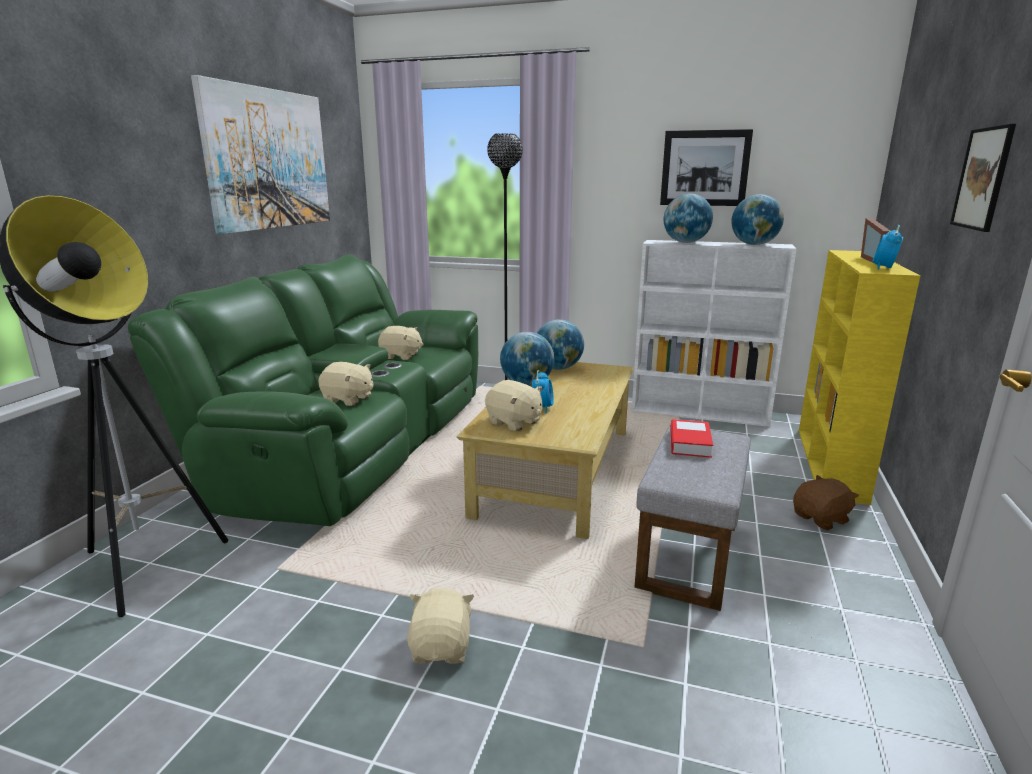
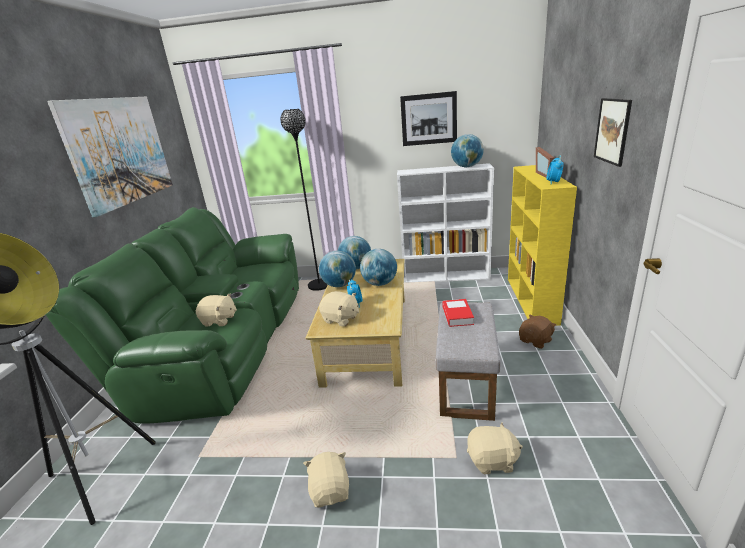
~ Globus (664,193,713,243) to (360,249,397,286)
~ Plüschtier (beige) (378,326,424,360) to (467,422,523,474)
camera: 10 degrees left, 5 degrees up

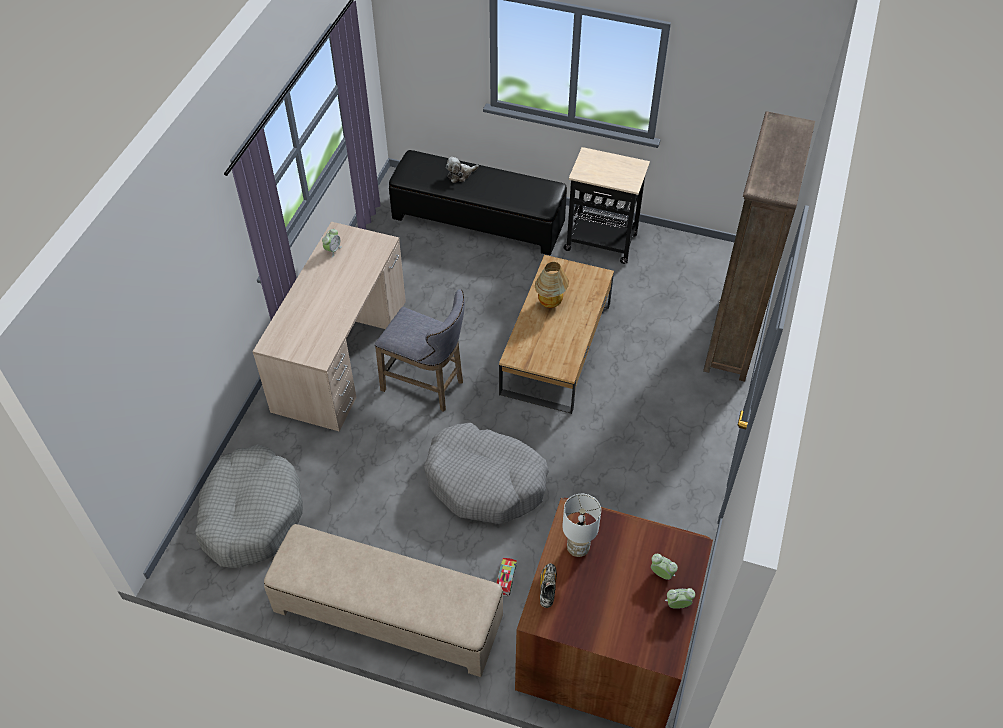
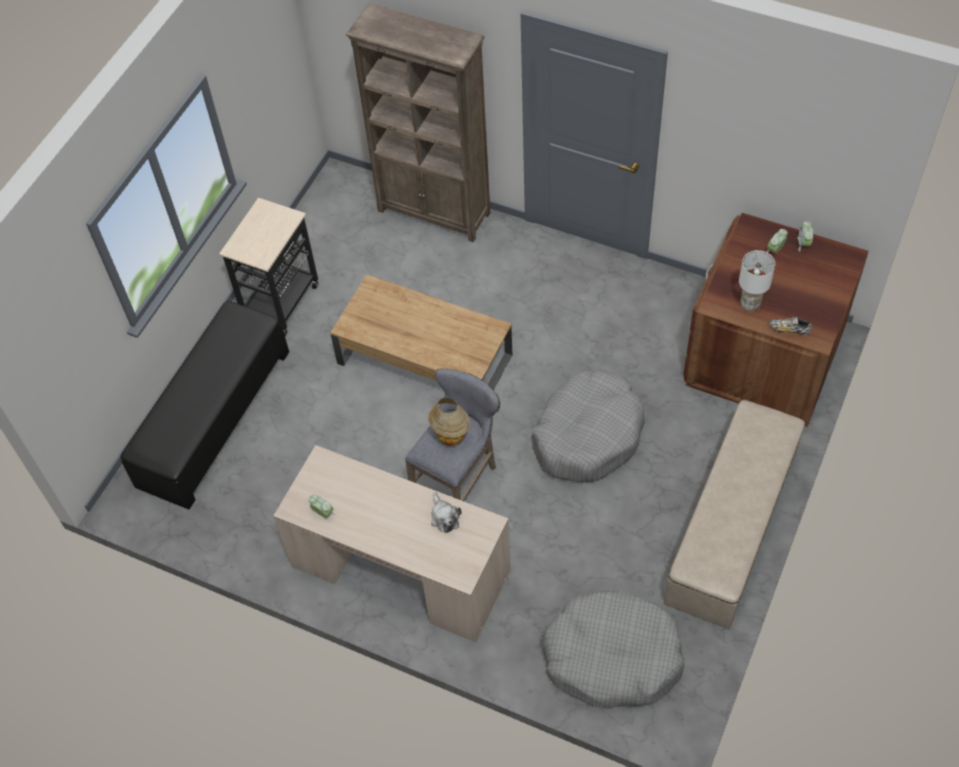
~ Tischlampe (535,262,569,308) to (428,398,470,446)
~ Plüschtier (446,157,479,183) to (431,492,462,533)
- Spielzeuglaster (496,558,517,597)
camera: 80 degrees left, 5 degrees up

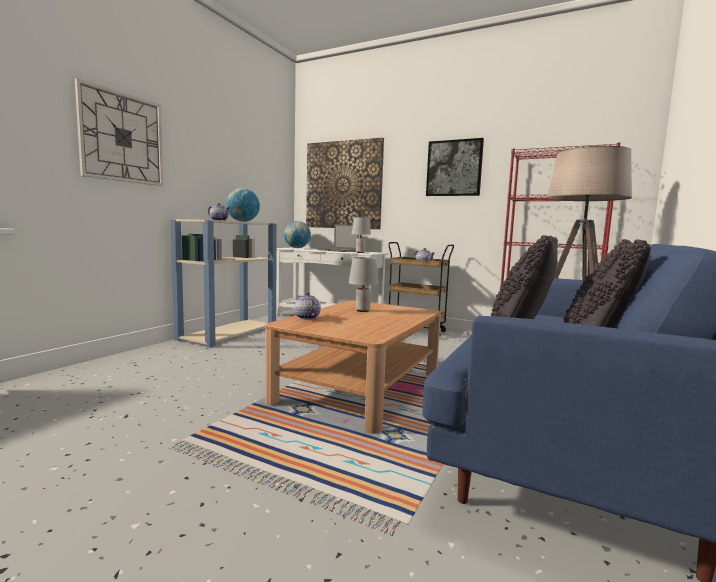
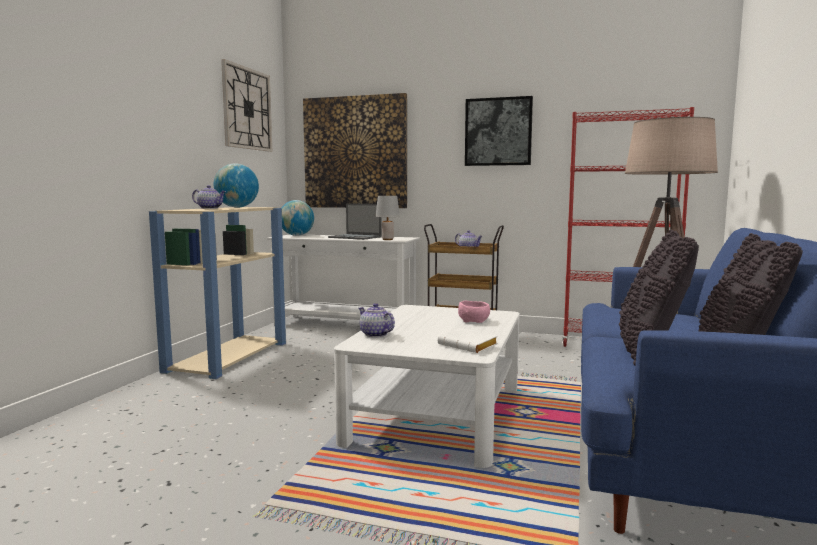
~ Wanduhr (75,78,163,186) to (221,59,272,152)
~ Couchtisch (braun) (265,300,441,434) to Couchtisch (weiß) (334,305,520,468)
+ Buch (weiß) (438,328,498,353)
+ Schüssel (rosa) (458,301,490,323)
- Tischlampe (grau) (349,257,378,312)
camera: 10 degrees left, 0 degrees up

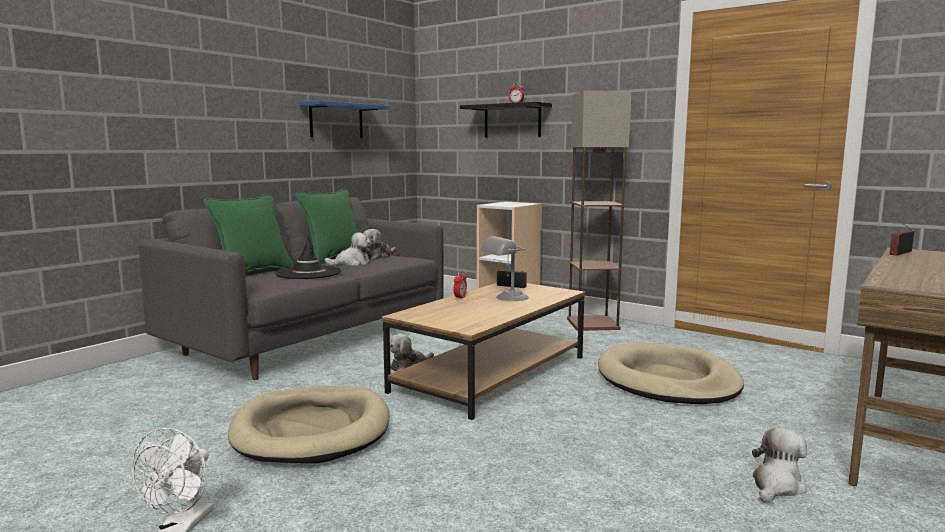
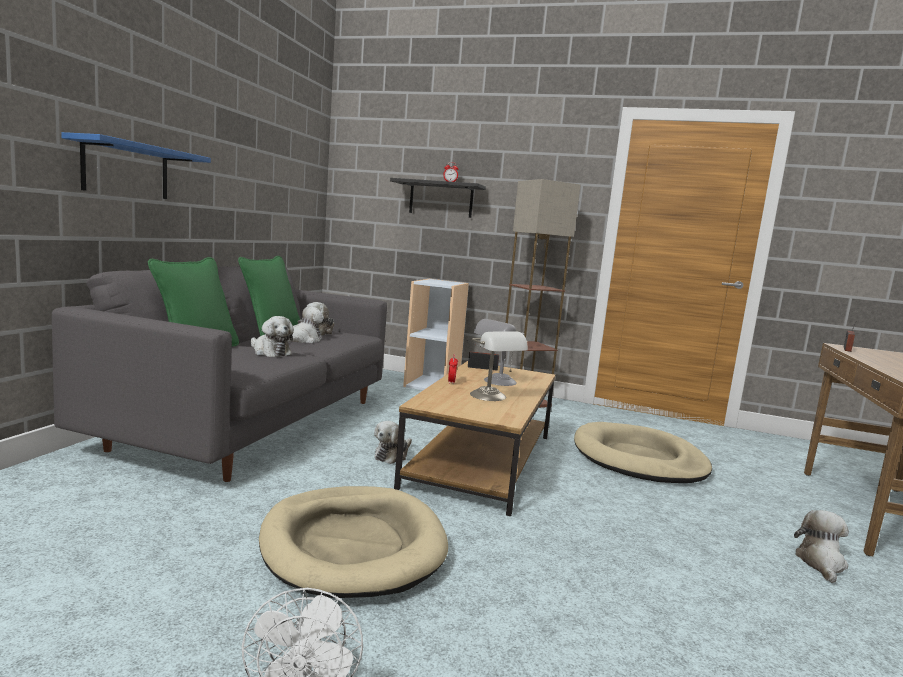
~ Wandregal (blau) (299,101,389,138) to (61,132,211,199)
~ Hut (schwarz) (275,234,341,279) to Plüschtier (251,316,294,357)
+ Tischlampe (weiß) (470,331,528,401)
camera: 20 degrees left, 0 degrees up

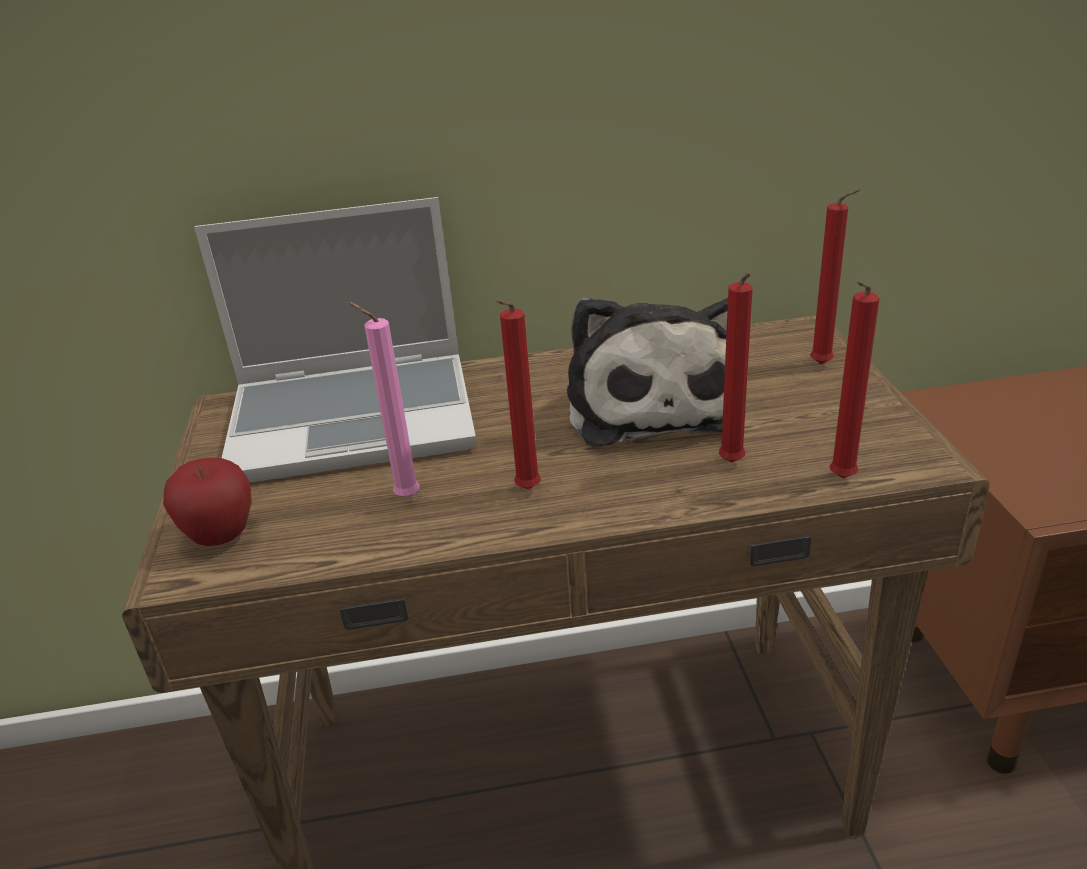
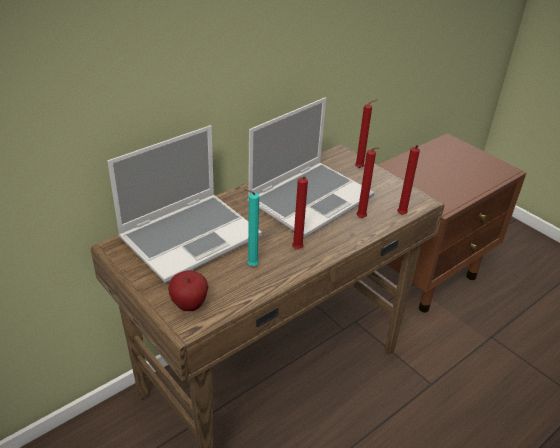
~ Kerze (rosa) (347,301,419,498) to Kerze (türkis) (244,189,259,266)
~ Plüschtier (567,297,746,447) to Laptop (247,97,375,238)
camera: 35 degrees left, 5 degrees up

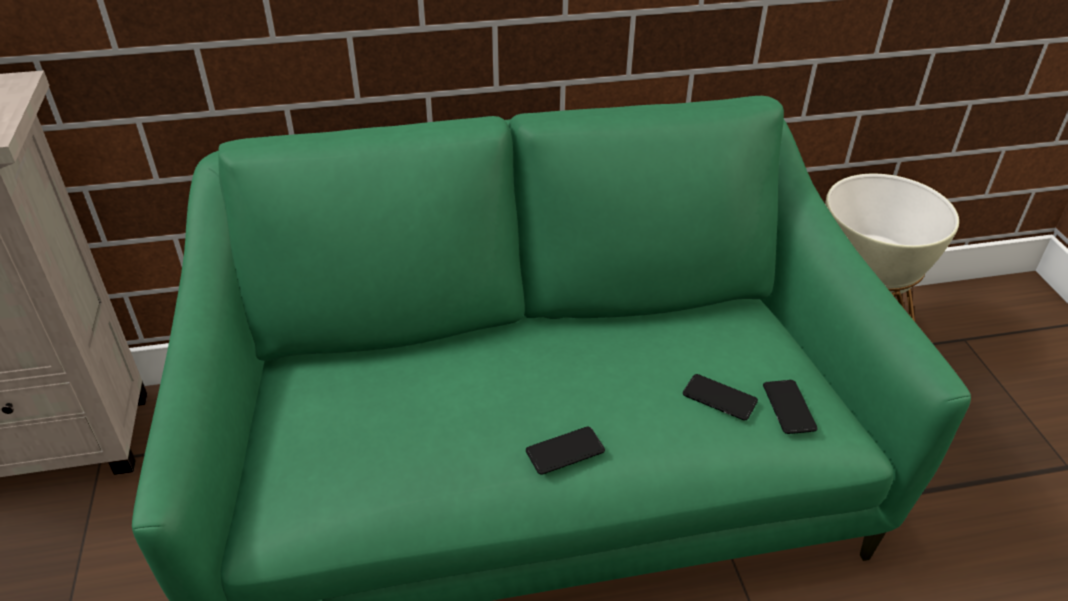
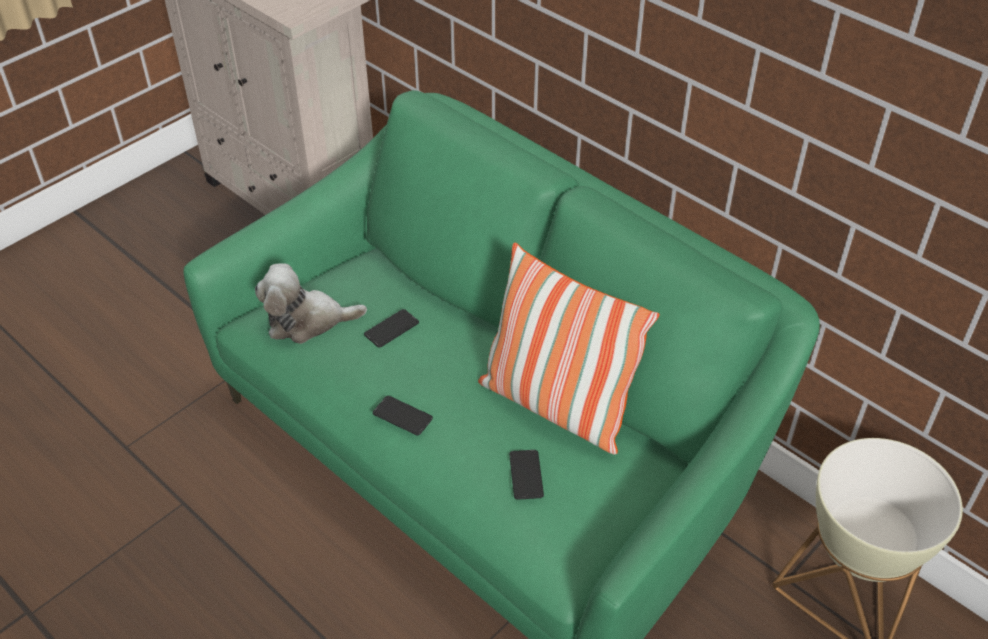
+ Plüschtier (255,263,367,344)
~ Handy (763,380,818,434) to (364,309,419,347)
+ Kissen (478,243,659,455)
camera: 55 degrees right, 5 degrees up

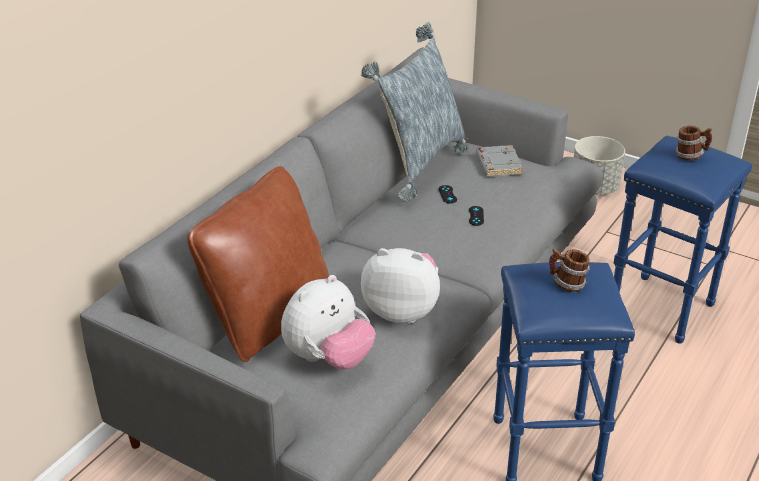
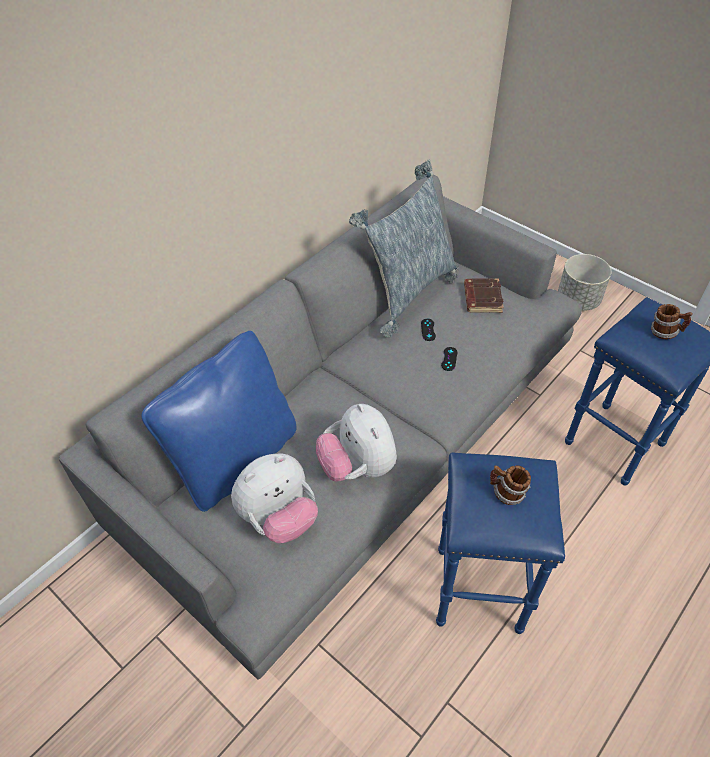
~ Kissen (braun) (187,166,329,362) to Kissen (blau) (141,331,296,512)
~ Plüschtier (361,248,440,323) = (316,404,397,482) 135 degrees counterclockwise
~ Buch (grau) (476,145,523,177) to Buch (braun) (464,278,504,313)
camera: 10 degrees right, 15 degrees up

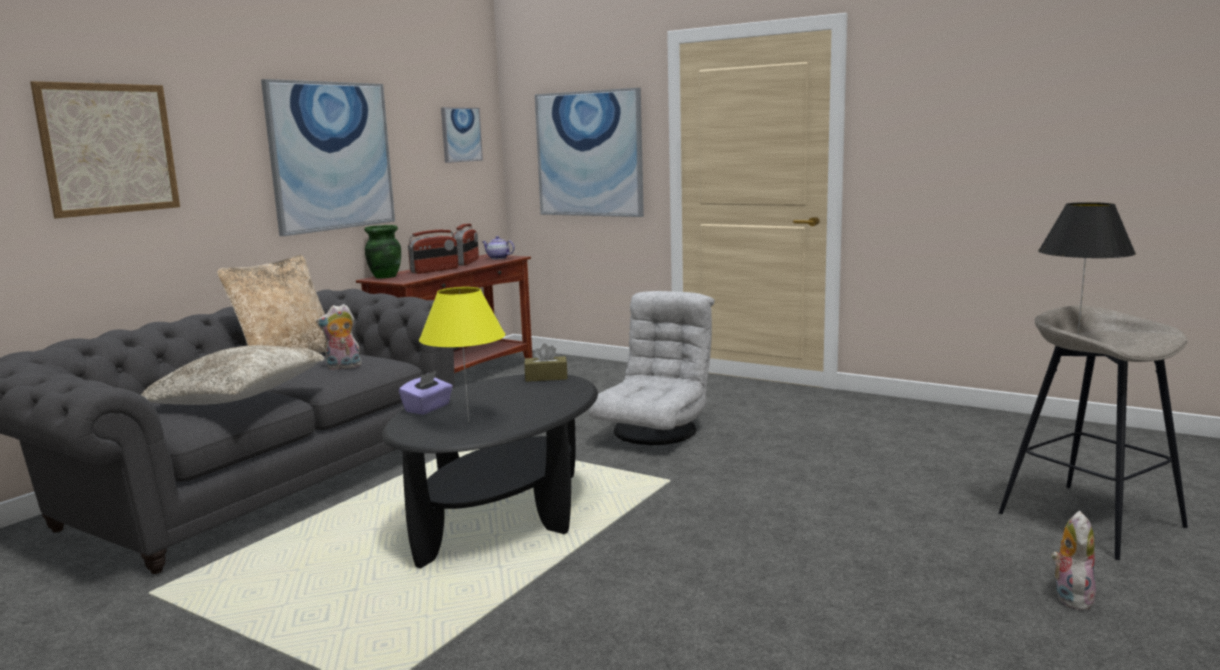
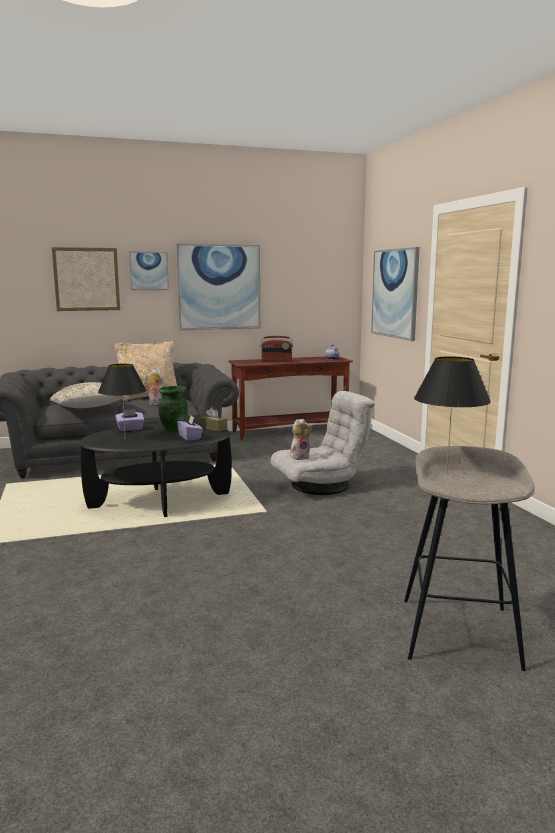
~ Tischlampe (gelb) (419,287,505,422) to Tischlampe (schwarz) (98,364,146,439)
~ Bild (441,107,483,163) to (129,251,169,290)
~ Vase (grün) (364,225,401,279) to (158,386,188,431)
+ Taschentuchbox (lila) (177,416,203,441)
~ Plüschtier (1051,511,1096,610) to (291,419,312,460)
- Radio (452,224,479,266)
camera: 40 degrees right, 0 degrees up

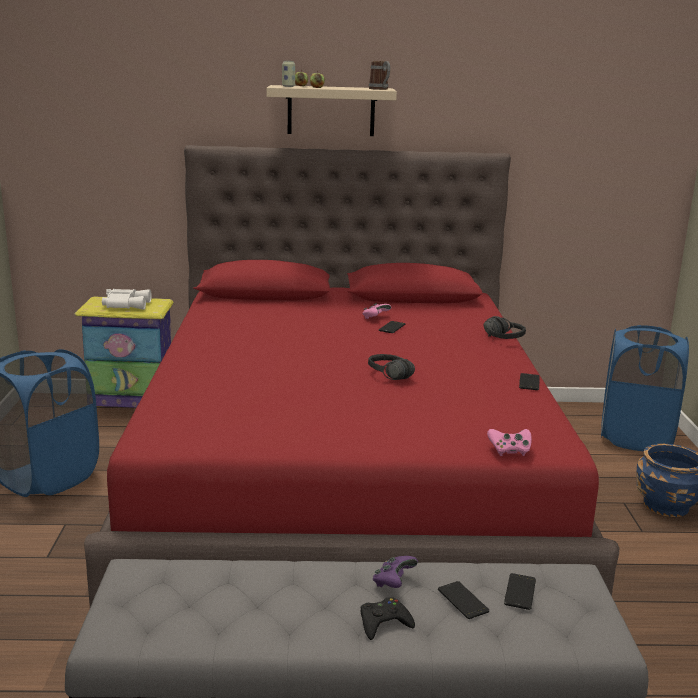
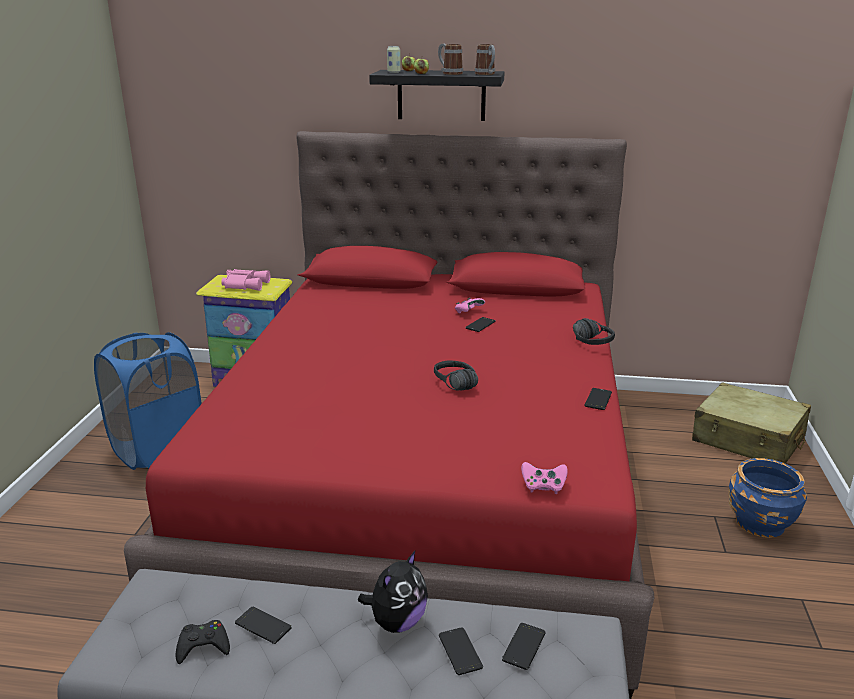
~ Gamepad (schwarz) (361,597,415,640) to (175,620,230,664)
~ Fernglas (weiß) (102,289,152,309) to Fernglas (rosa) (221,269,271,291)
+ Handy (235,607,292,644)
~ Gamepad (lila) (373,556,418,588) to Plüschtier (358,551,428,633)
~ Wandregal (beige) (266,85,397,136) to Wandregal (schwarz) (369,70,504,121)
+ Henkelbecher (438,44,463,75)
~ Wäschekorb (blau) (601,325,689,451) to Koffer (beige) (692,382,811,464)
camera: 10 degrees right, 5 degrees up

